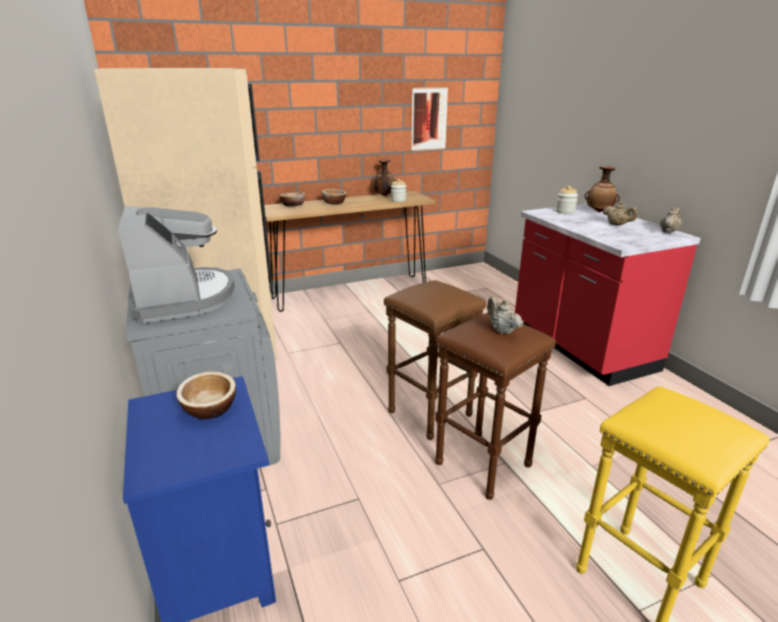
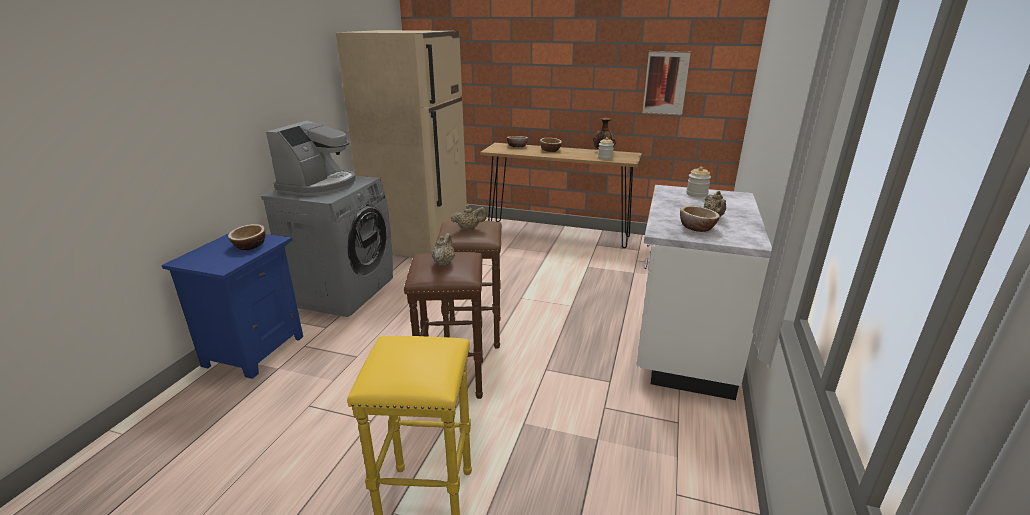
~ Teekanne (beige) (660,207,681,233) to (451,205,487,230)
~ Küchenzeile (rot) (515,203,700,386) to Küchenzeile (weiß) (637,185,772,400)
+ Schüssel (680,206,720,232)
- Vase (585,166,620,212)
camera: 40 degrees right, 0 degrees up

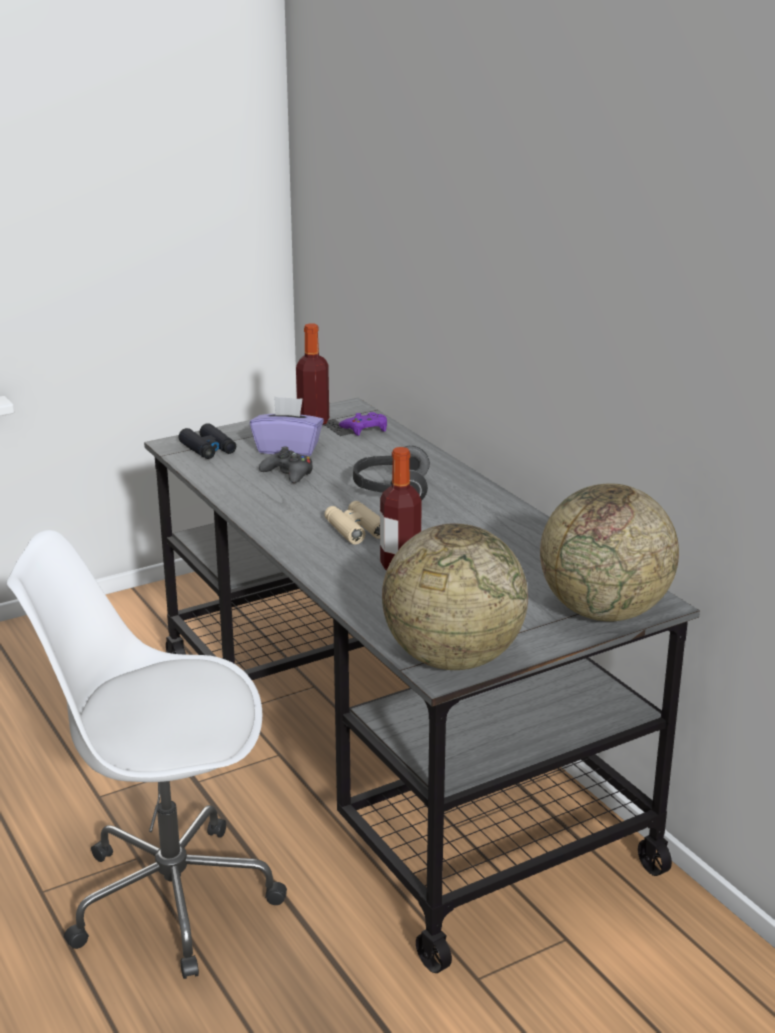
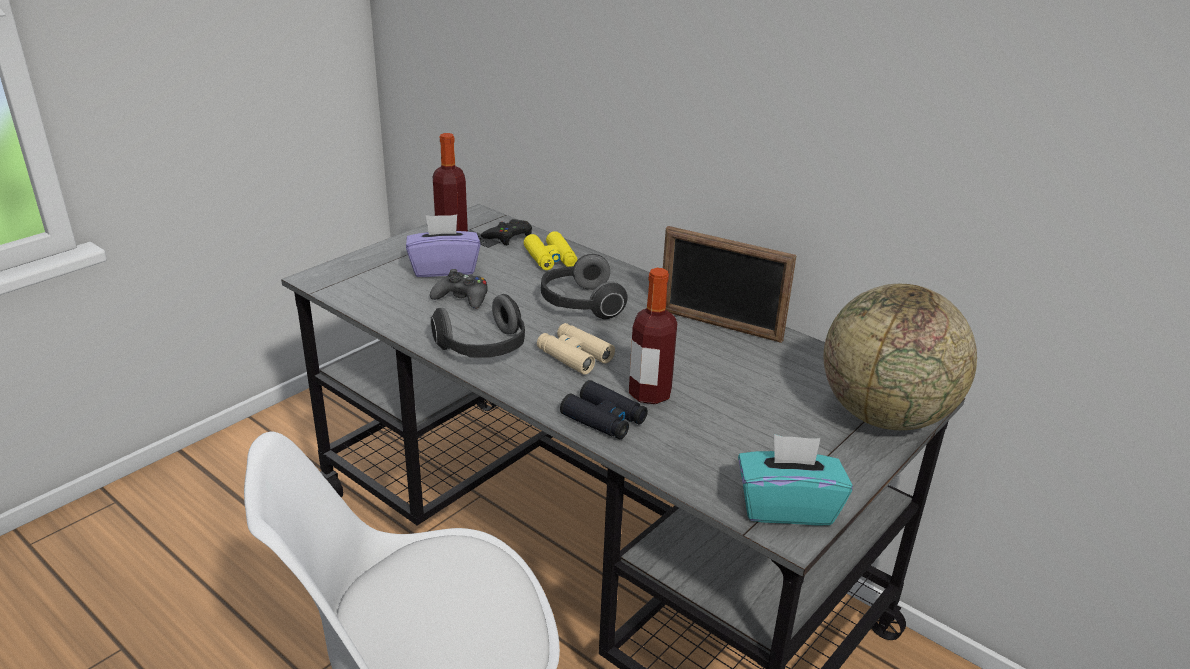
+ Kopfhörer (430,294,525,358)
~ Gamepad (lila) (339,412,387,436) to Gamepad (schwarz) (481,219,532,245)
+ Fernglas (gelb) (524,231,577,270)
~ Fernglas (schwarz) (178,423,236,459) to (560,380,648,439)
+ Bilderrahmen (663,226,797,343)
~ Globus (382,523,528,670) to Taschentuchbox (türkis) (738,434,853,526)
camera: 20 degrees left, 5 degrees up

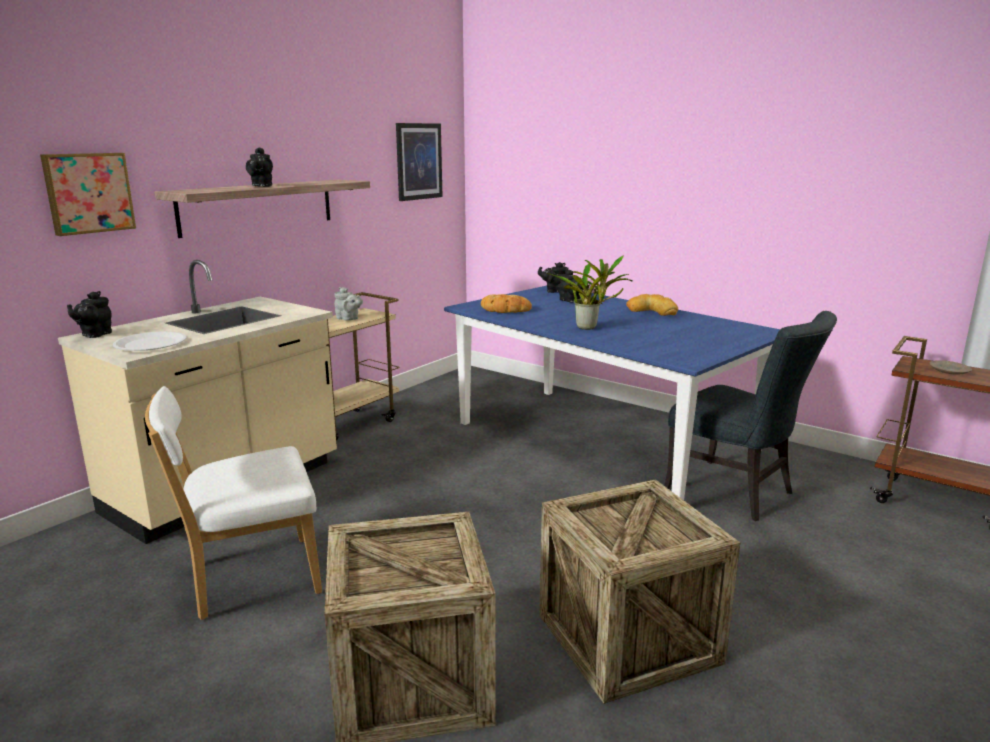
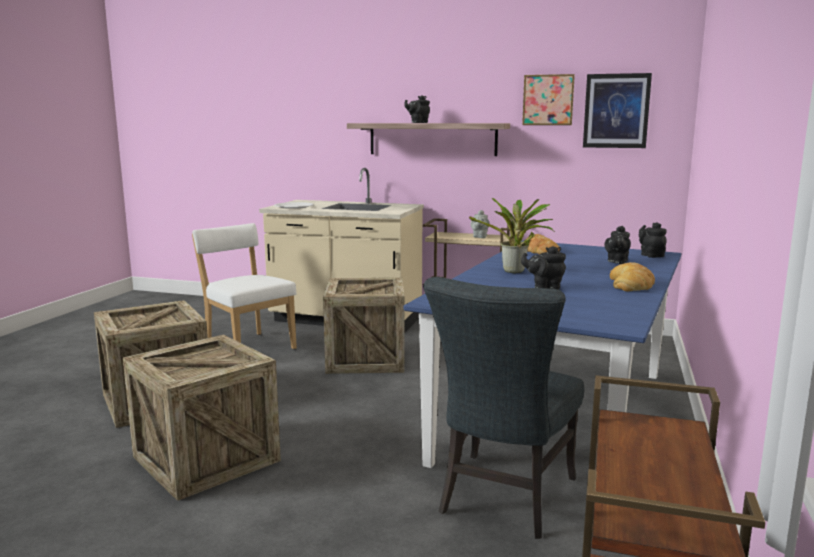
+ Kiste (323,278,405,374)
~ Teekanne (schwarz) (67,291,112,338) to (521,246,566,290)
~ Bild (40,153,136,236) to (522,74,575,125)
- Teller (beige) (930,360,972,375)
camera: 70 degrees right, 5 degrees down

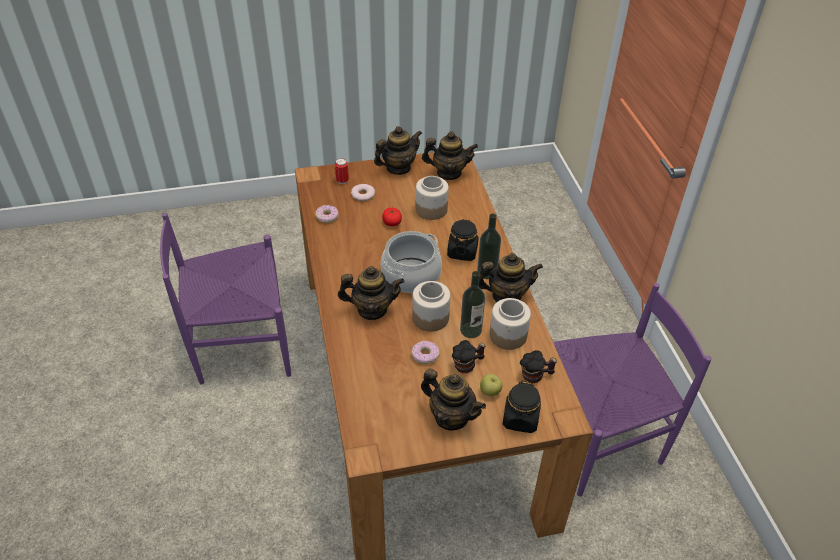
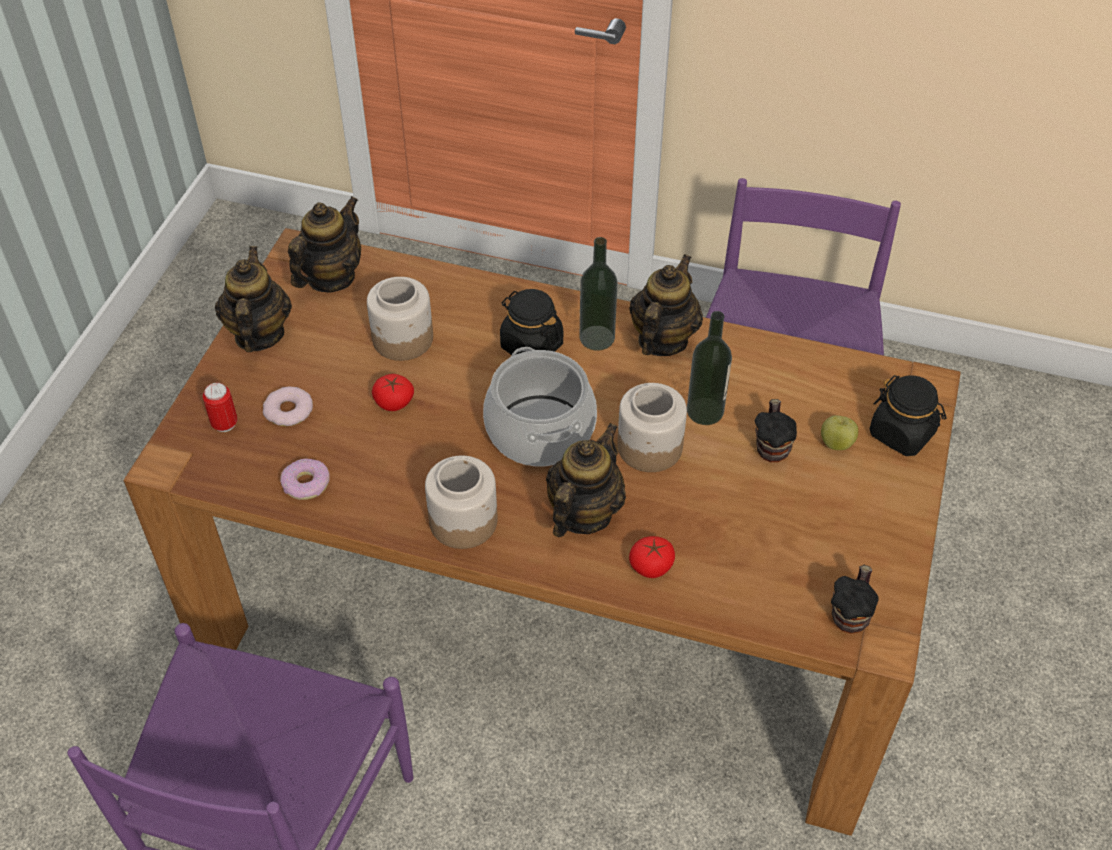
~ Vorratsglas (490,298,531,350) to (425,456,498,549)
+ Tomate (629,536,675,578)
~ Henkelbecher (520,350,557,383) to (831,565,879,634)
- Donut (411,341,440,364)
- Teekanne (421,368,486,430)
camera: 60 degrees left, 5 degrees up

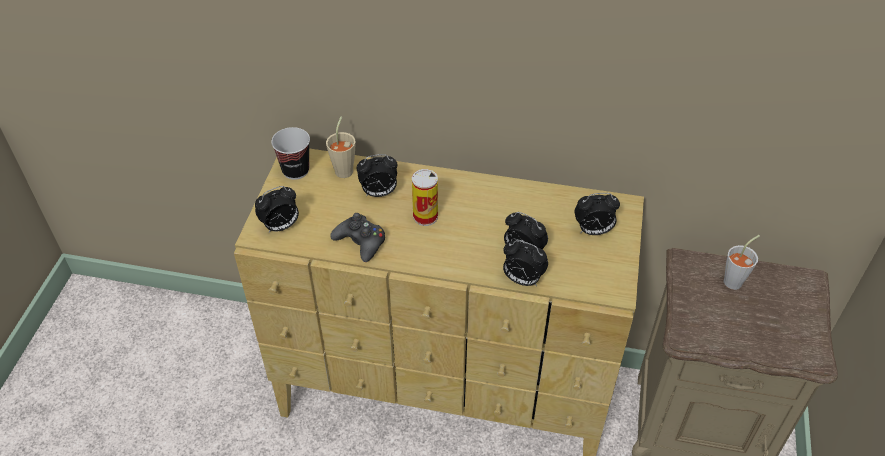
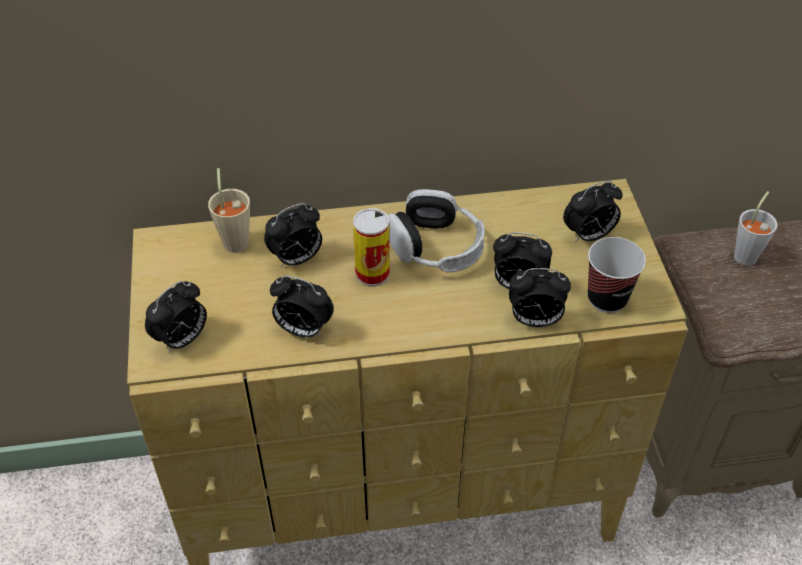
~ Gamepad (schwarz) (330,213,385,262) to Wecker (270,275,334,338)
+ Kopfhörer (388,189,485,272)
~ Tasse (271,127,310,180) to (588,237,646,313)
camera: 20 degrees left, 0 degrees up

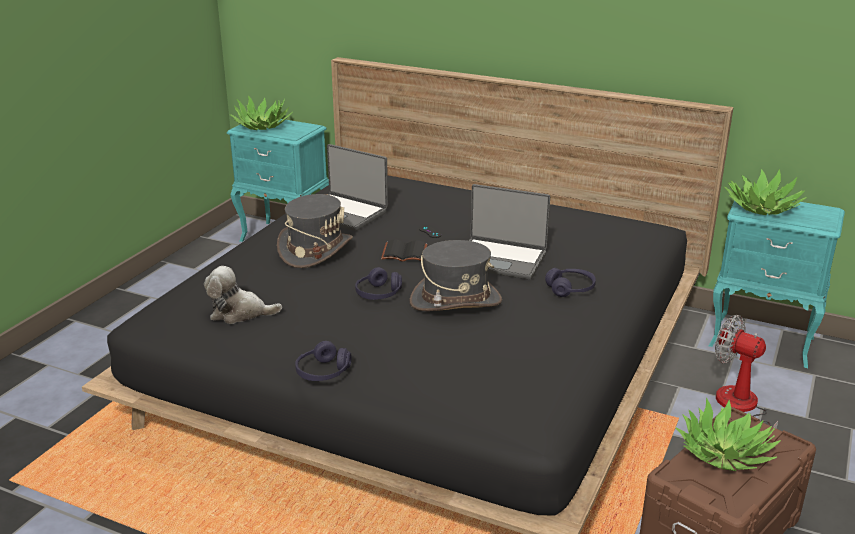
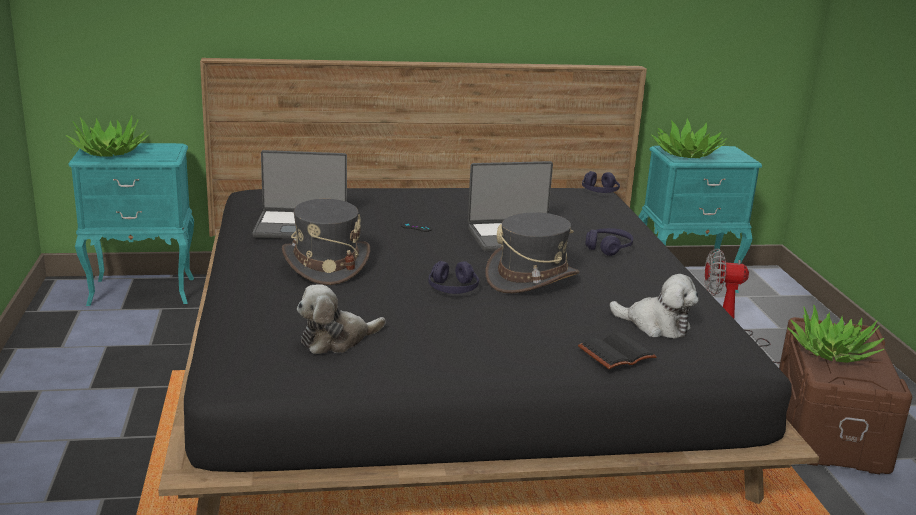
~ Buch (schwarz) (381,240,427,261) to (578,333,657,369)
~ Kopfhörer (lila) (295,341,352,381) to (582,171,620,193)
+ Plüschtier (610,274,699,339)
camera: 35 degrees left, 5 degrees down

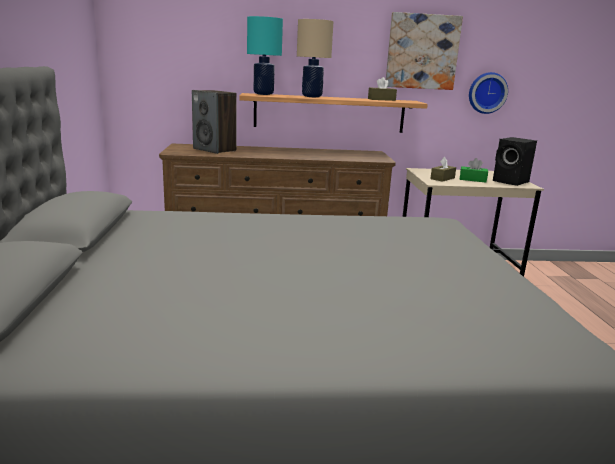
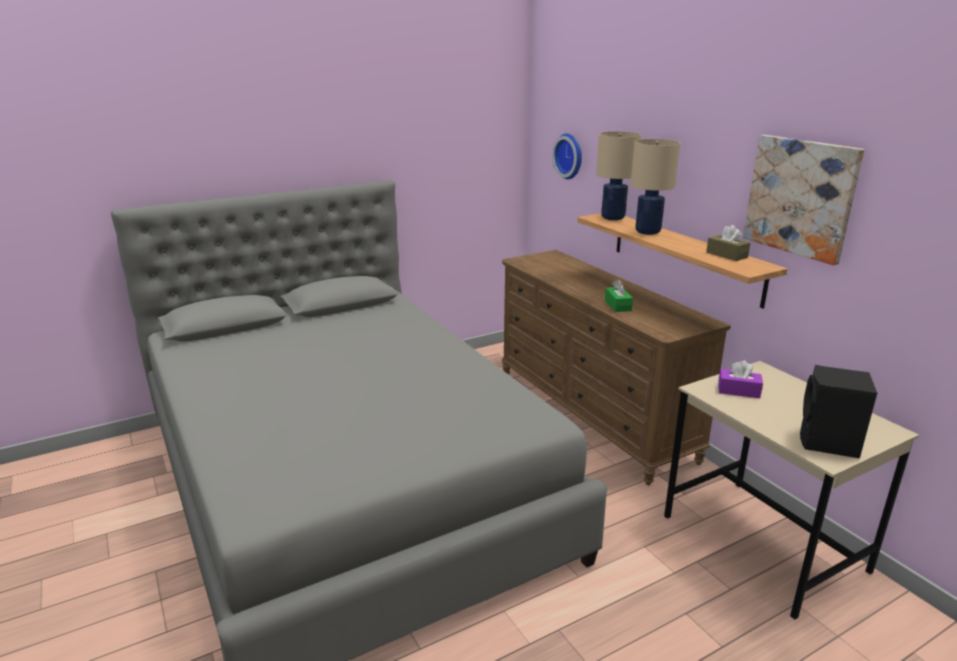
~ Wanduhr (469,72,508,114) to (552,134,582,179)
~ Tischlampe (türkis) (247,16,283,95) to Tischlampe (beige) (596,131,641,221)
~ Taschentuchbox (grün) (460,158,488,183) to (605,280,633,312)
~ Taschentuchbox (braun) (430,157,456,182) to Taschentuchbox (lila) (718,360,763,398)
- Lautsprecher (192,90,237,154)
camera: 65 degrees right, 5 degrees up

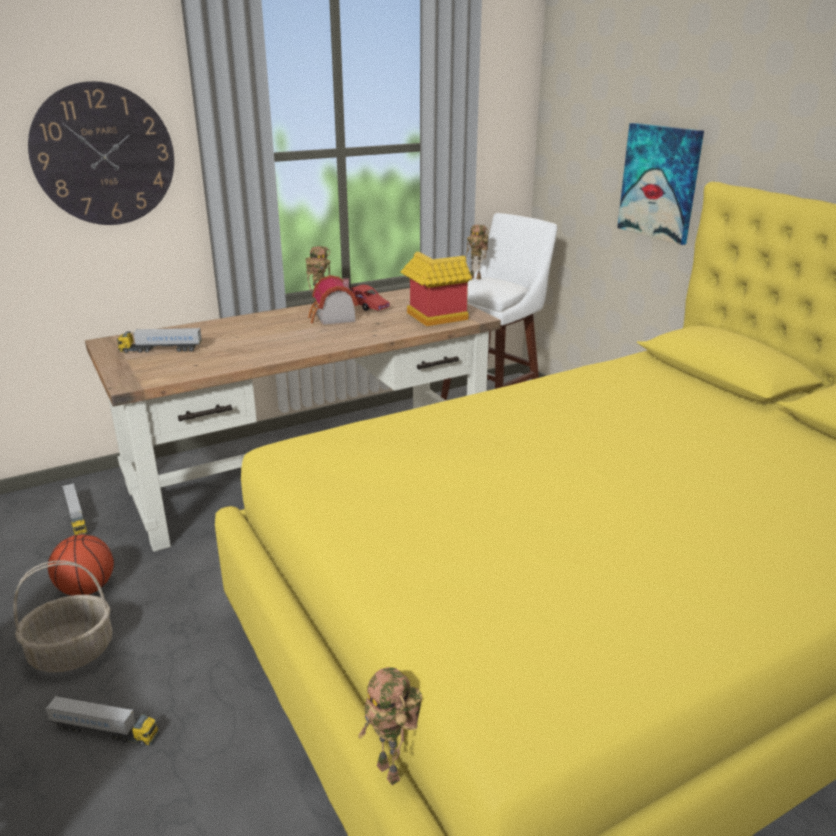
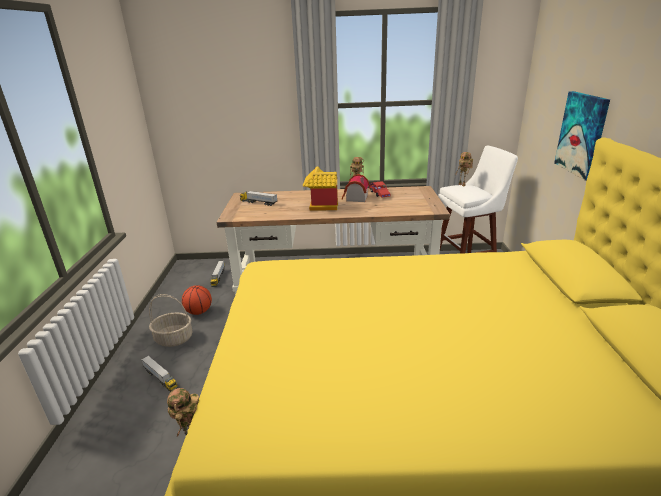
~ Spielzeughaus (400,252,472,326) to (303,167,338,211)
- Wanduhr (28,81,174,225)
camera: 30 degrees right, 0 degrees up

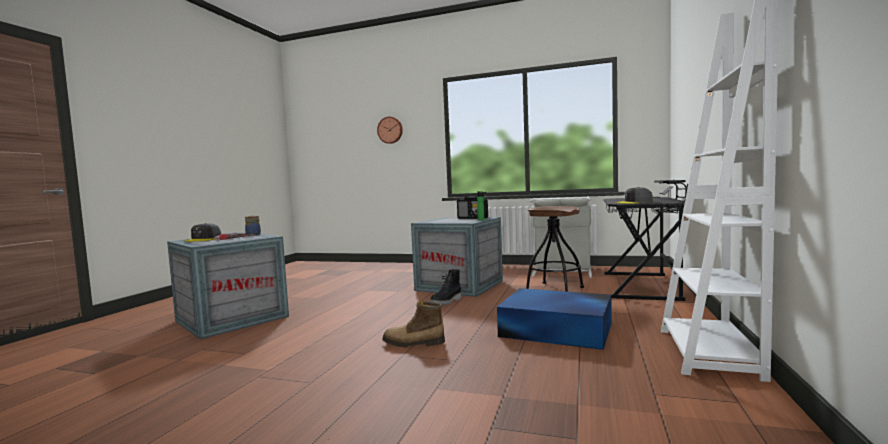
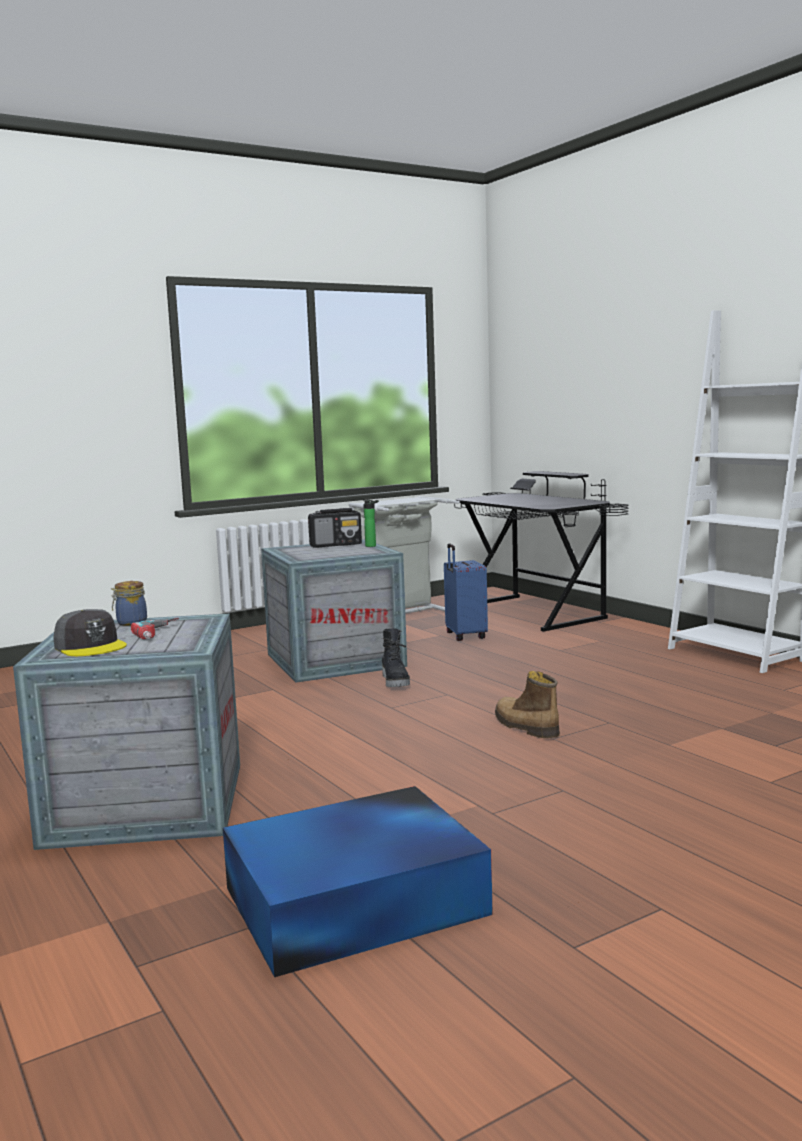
~ Aufbewahrungsbox (blau) (497,288,612,350) to (223,786,493,977)
~ Hocker (braun) (526,206,584,292) to Koffer (blau) (444,543,488,641)
~ Stiefel (382,301,445,348) = (495,671,560,738) 105 degrees clockwise
- Wanduhr (377,116,403,144)
- Kappe (grau) (615,187,653,204)
camera: 50 degrees left, 5 degrees up

